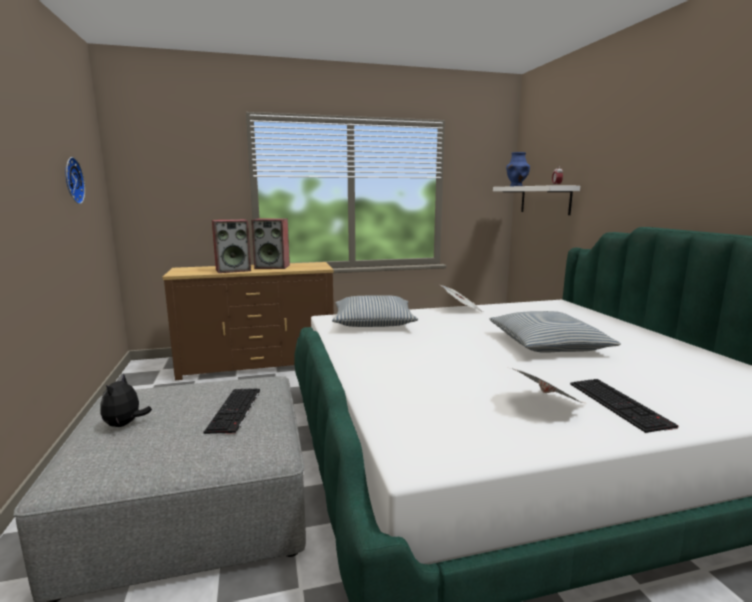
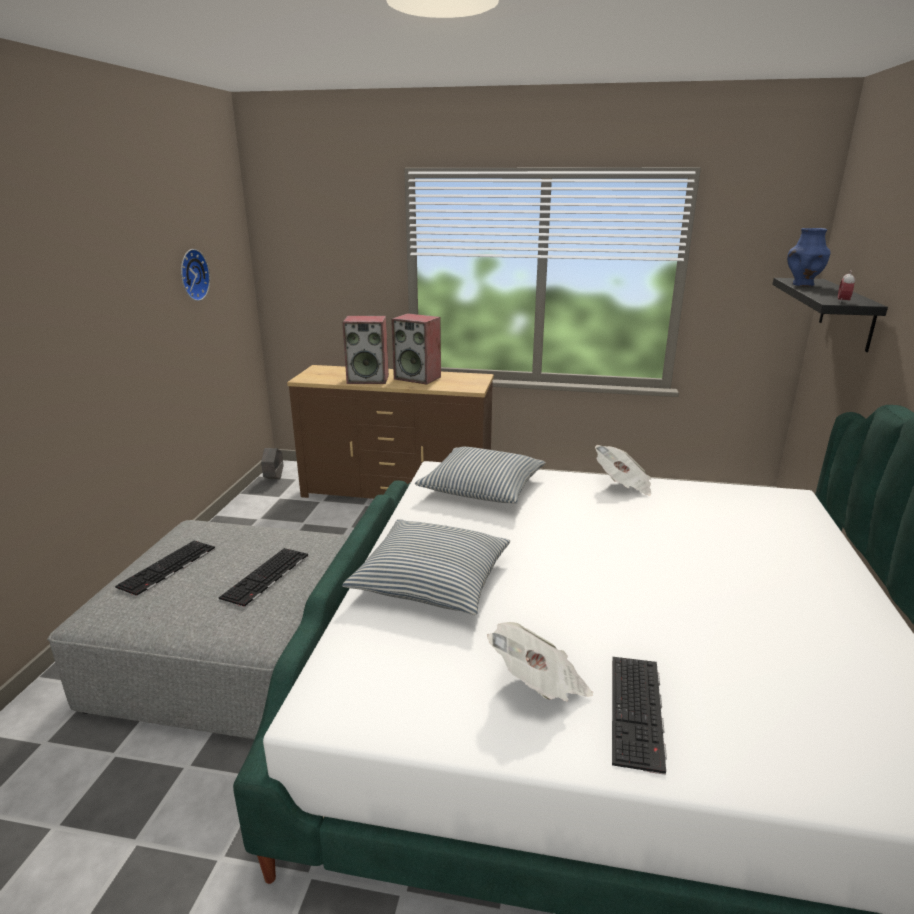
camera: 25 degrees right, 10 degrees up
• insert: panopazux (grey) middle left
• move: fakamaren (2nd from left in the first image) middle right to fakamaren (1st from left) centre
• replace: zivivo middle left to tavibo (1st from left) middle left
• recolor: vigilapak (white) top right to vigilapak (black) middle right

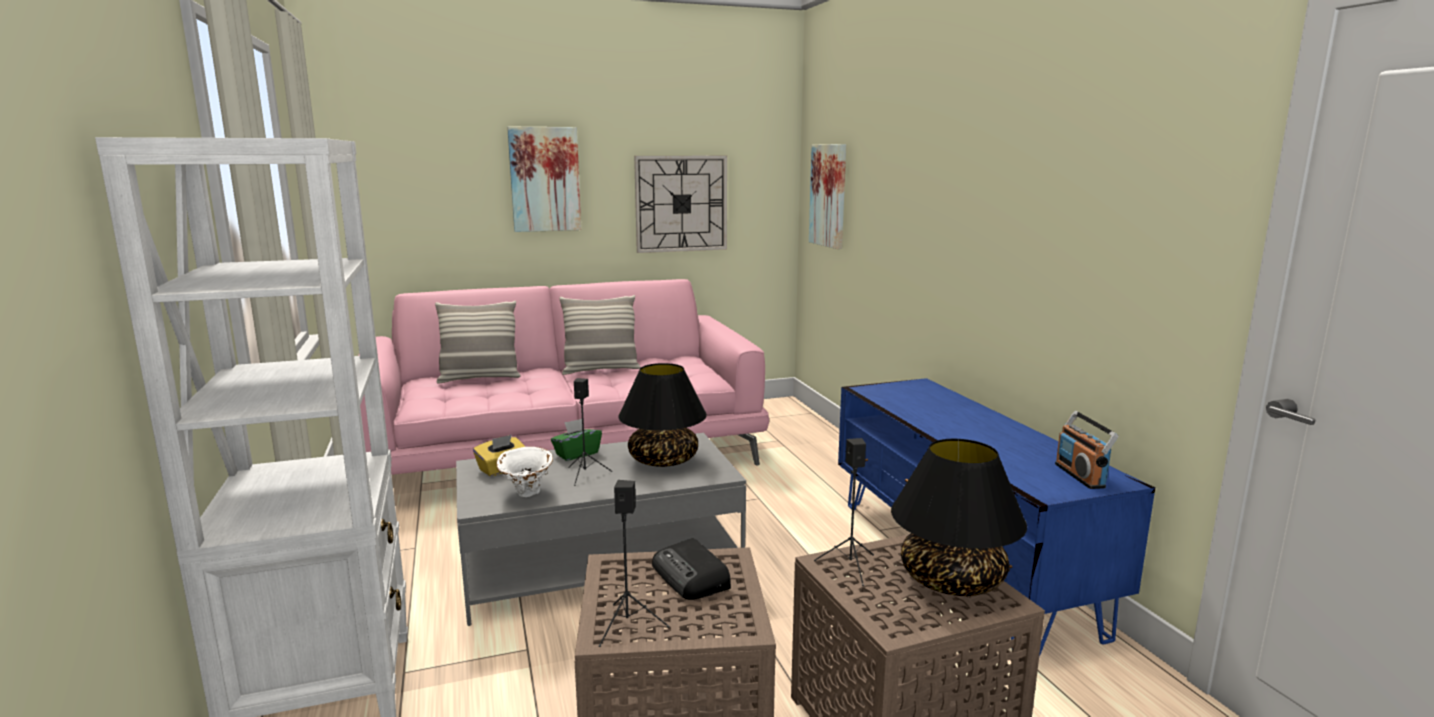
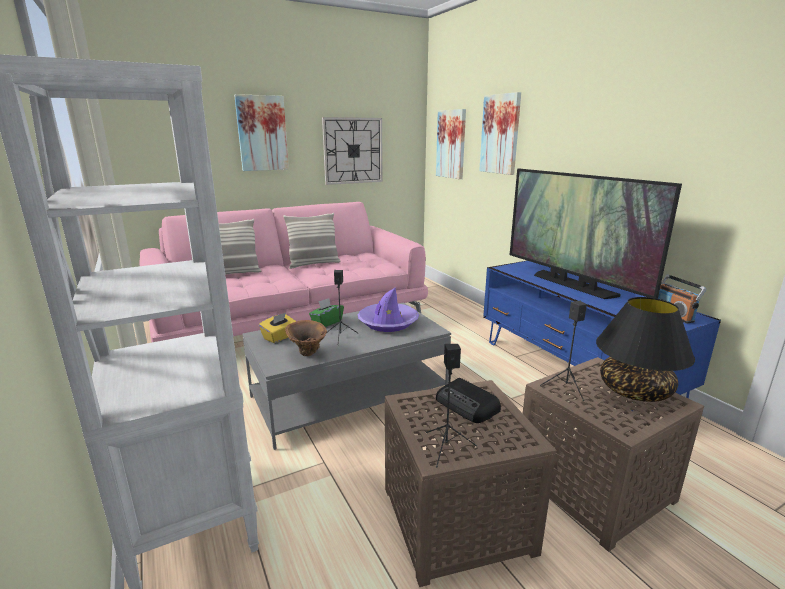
camera: 10 degrees left, 5 degrees up
• insert: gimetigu (3rd from left) top centre
• insert: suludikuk middle right
• replace: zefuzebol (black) (1st from left) centre to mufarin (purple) centre
• recolor: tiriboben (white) centre to tiriboben (brown) centre

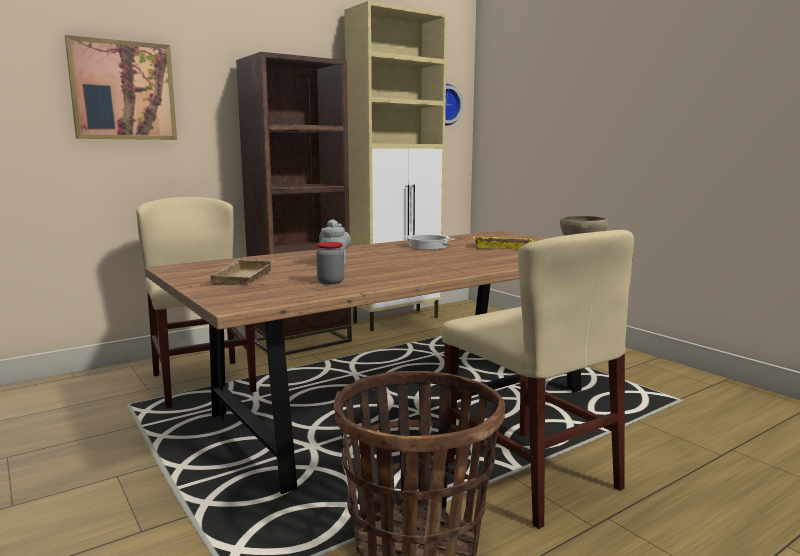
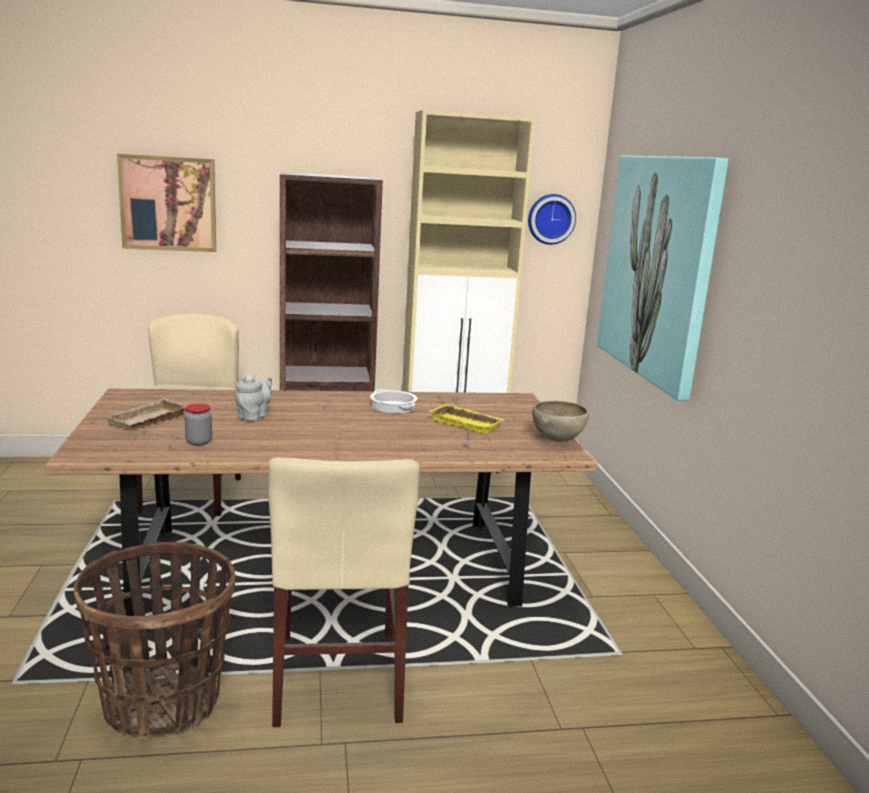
camera: 25 degrees right, 5 degrees up
• insert: gimetigu (2nd from left) middle right

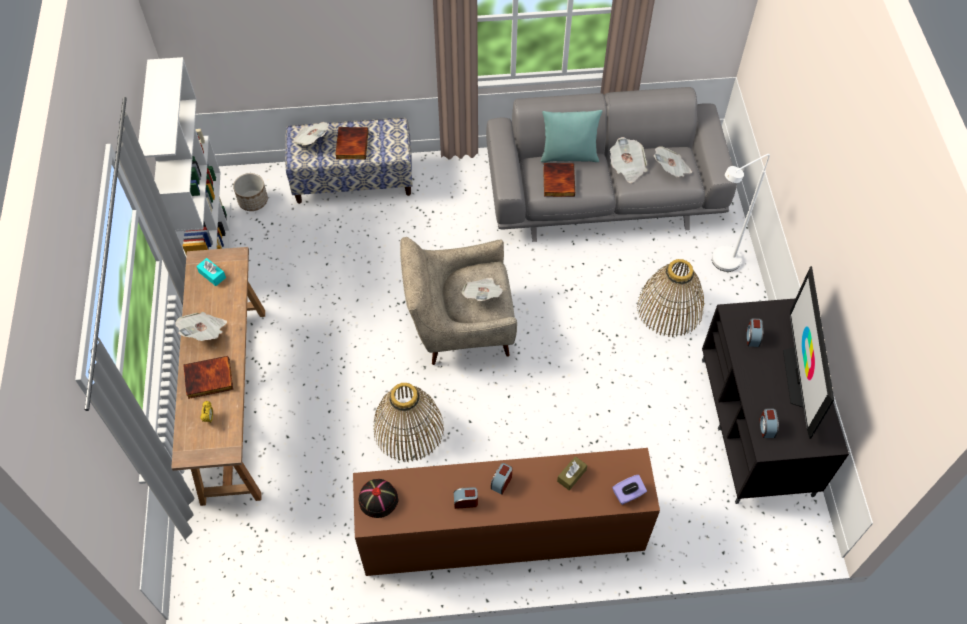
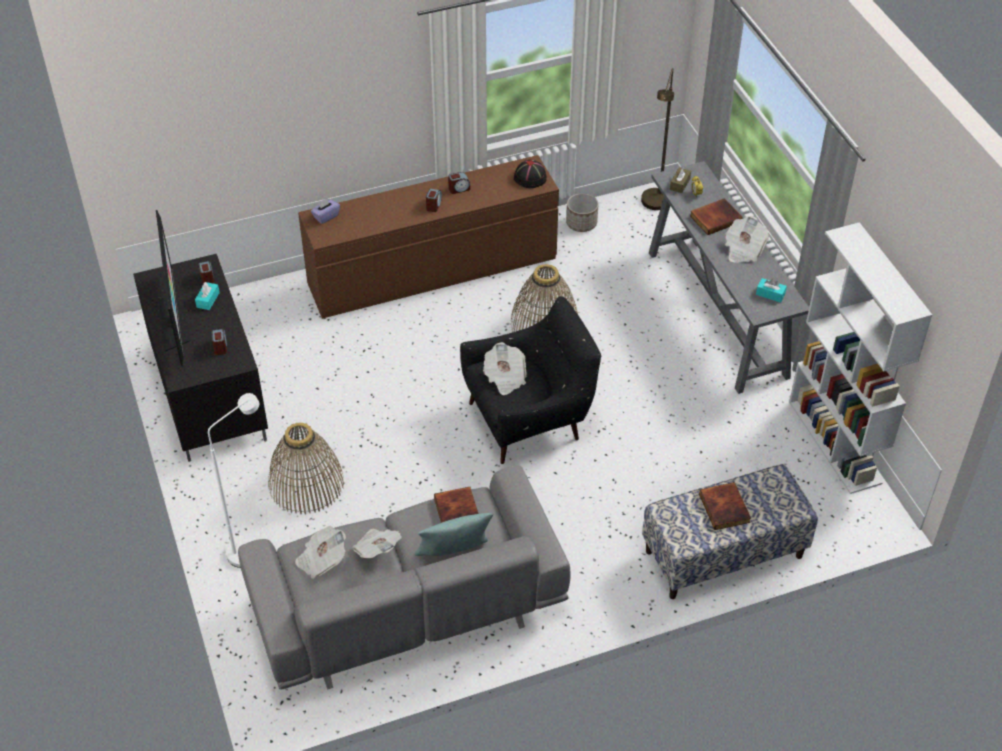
camera: 165 degrees right, 10 degrees down
• delete: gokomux (2nd from left) top left
• insert: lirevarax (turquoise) (1st from left) middle left
• insert: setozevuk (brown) top centre
• move: panopazux top left to top centre
• move: lirevarax (brown) bottom centre to top right
• recolor: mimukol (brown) middle left to mimukol (grey) middle right
• recolor: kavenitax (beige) centre to kavenitax (black) centre

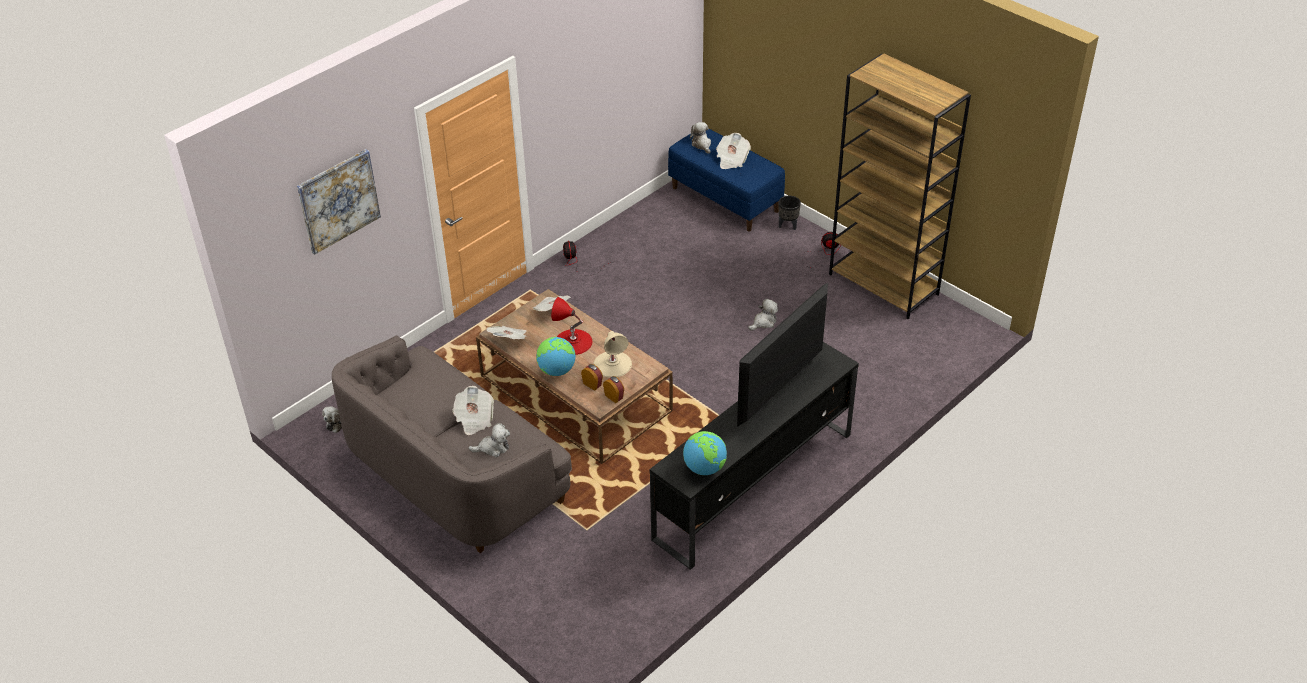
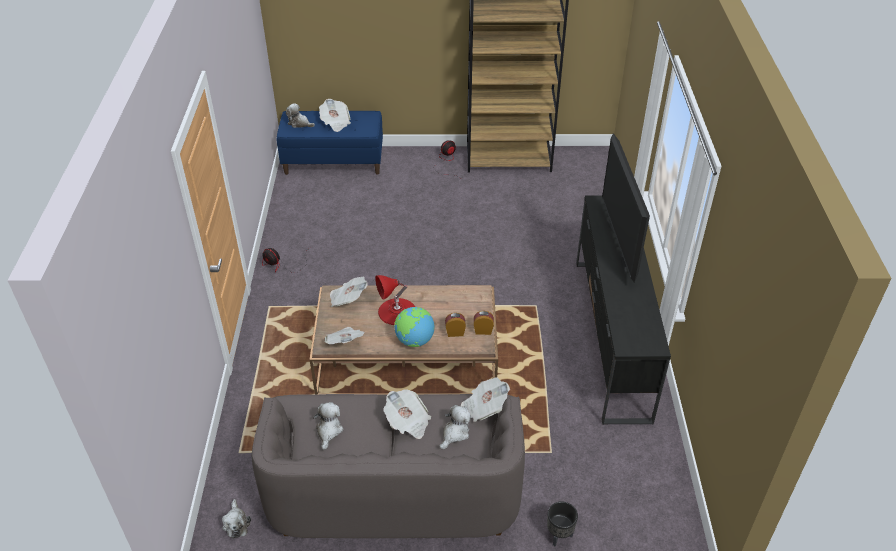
camera: 45 degrees left, 0 degrees up
• delete: gimetigu top left
• delete: zefuzebol (beige) centre
• delete: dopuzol (2nd from left) centre
• insert: gokomux (5th from left) bottom centre
• move: zivivo (4th from left in the first image) centre to zivivo (3rd from left) bottom centre
• move: panopazux (black) top centre to bottom centre

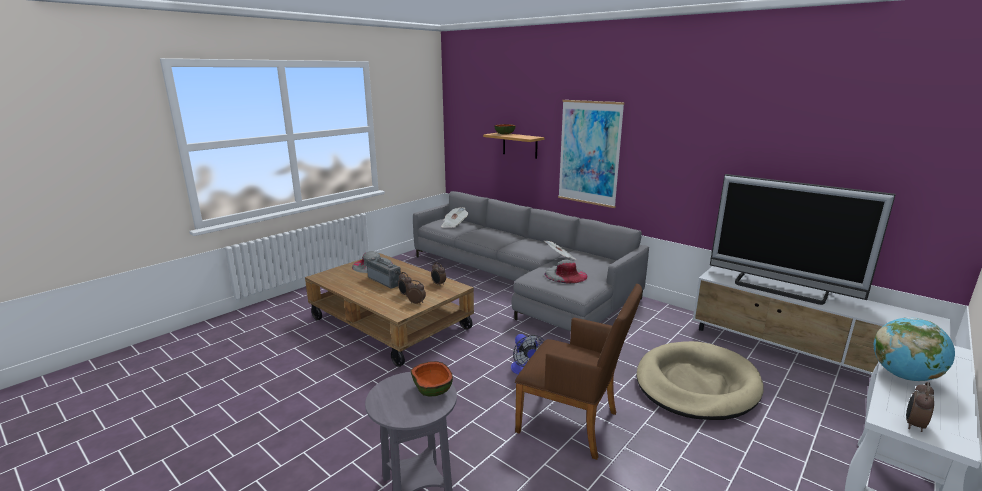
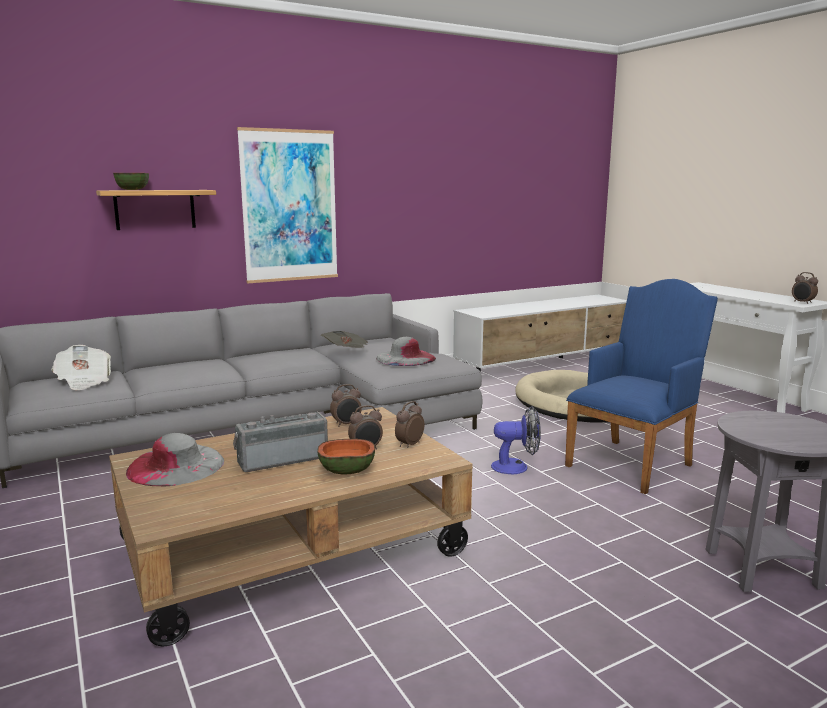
camera: 70 degrees left, 5 degrees down
• delete: suludikuk middle right
• delete: dopuzol bottom right
• move: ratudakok (1st from left in the first image) bottom centre to ratudakok (2nd from left) centre
• recolor: kavenitax (brown) bottom centre to kavenitax (blue) middle right

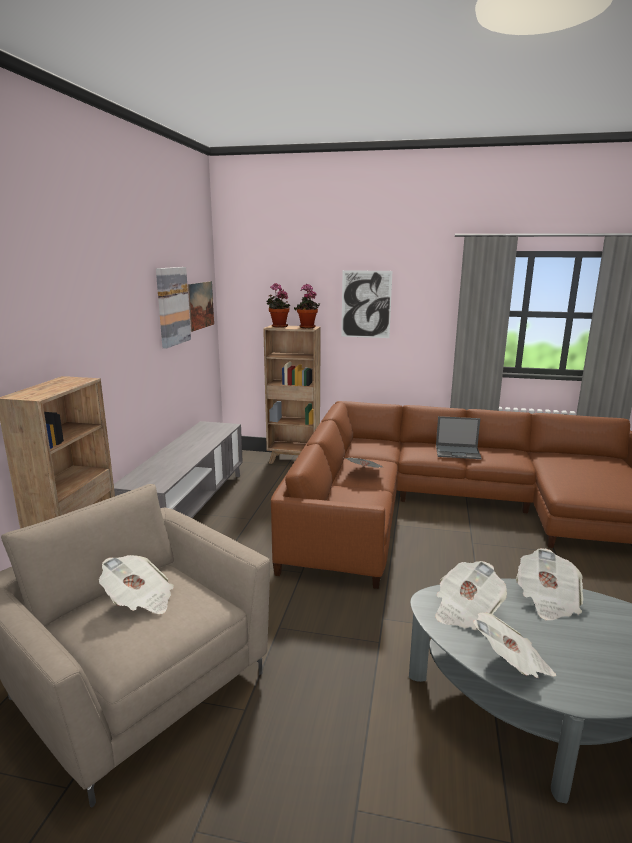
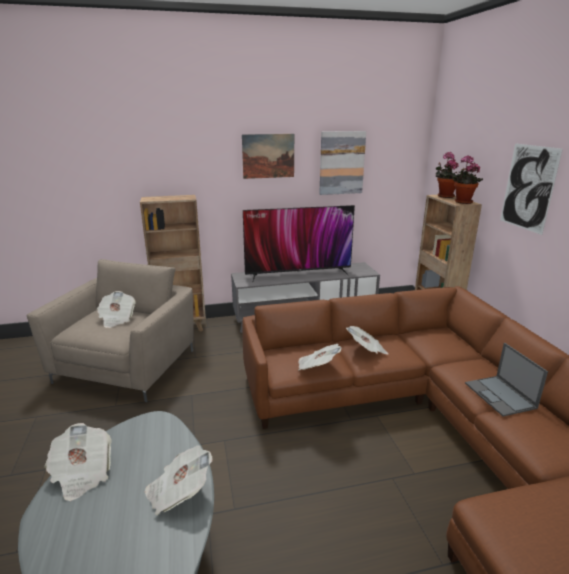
camera: 65 degrees right, 5 degrees up
• insert: suludikuk centre
• move: gimetigu (2nd from left in the first image) middle left to gimetigu (1st from left) top centre
• move: gokomux (3rd from left in the first image) bottom right to gokomux (4th from left) centre

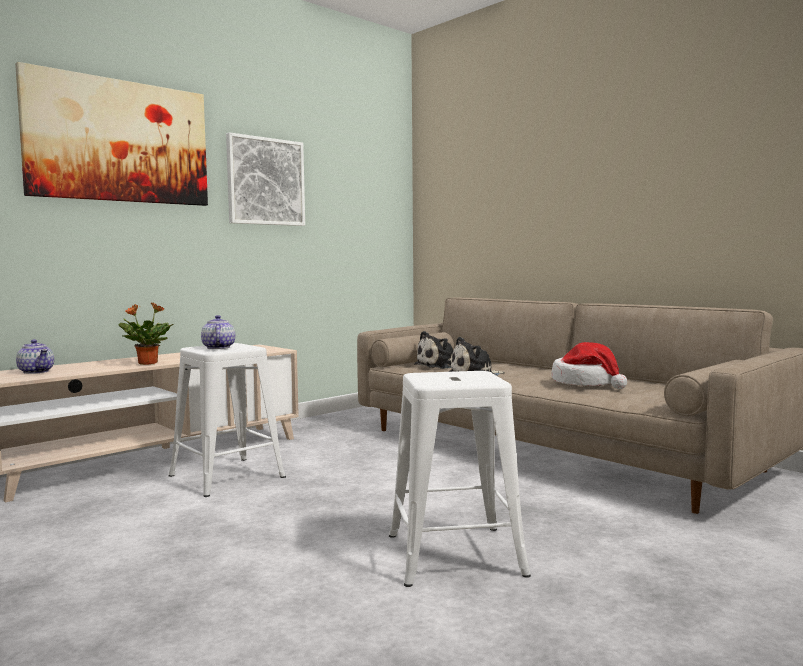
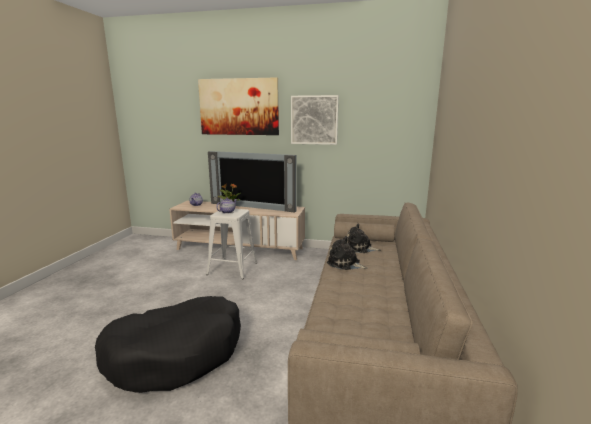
camera: 55 degrees right, 10 degrees up
• delete: mufarin middle right
• insert: suludikuk centre
• replace: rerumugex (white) (2nd from left) bottom centre to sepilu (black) bottom left

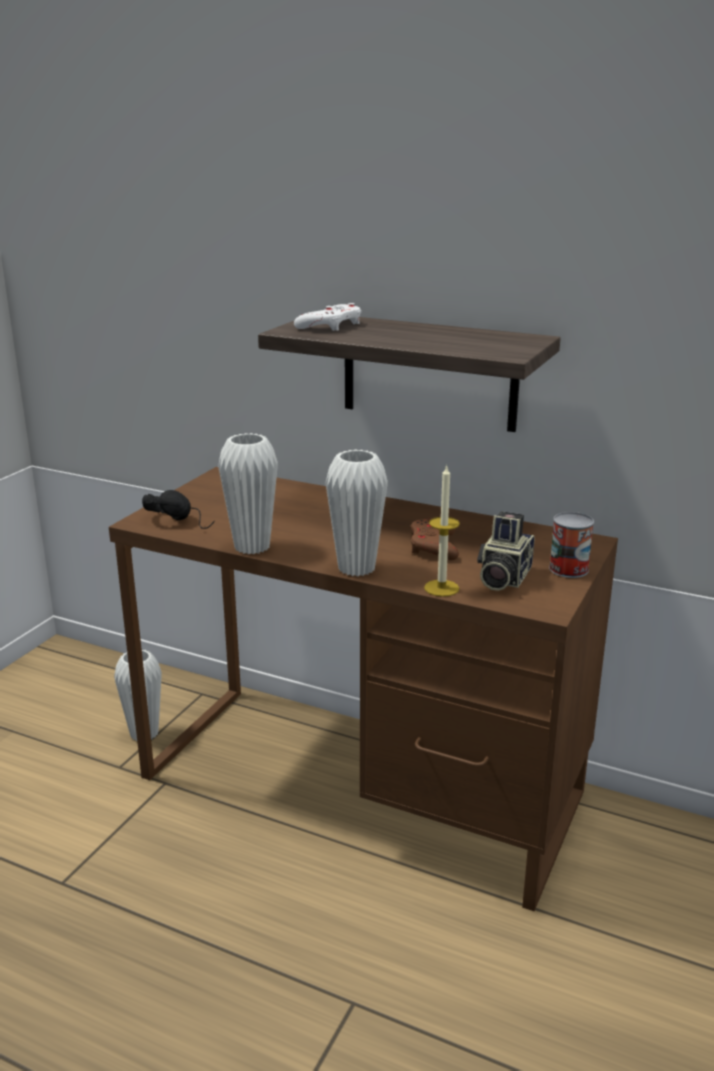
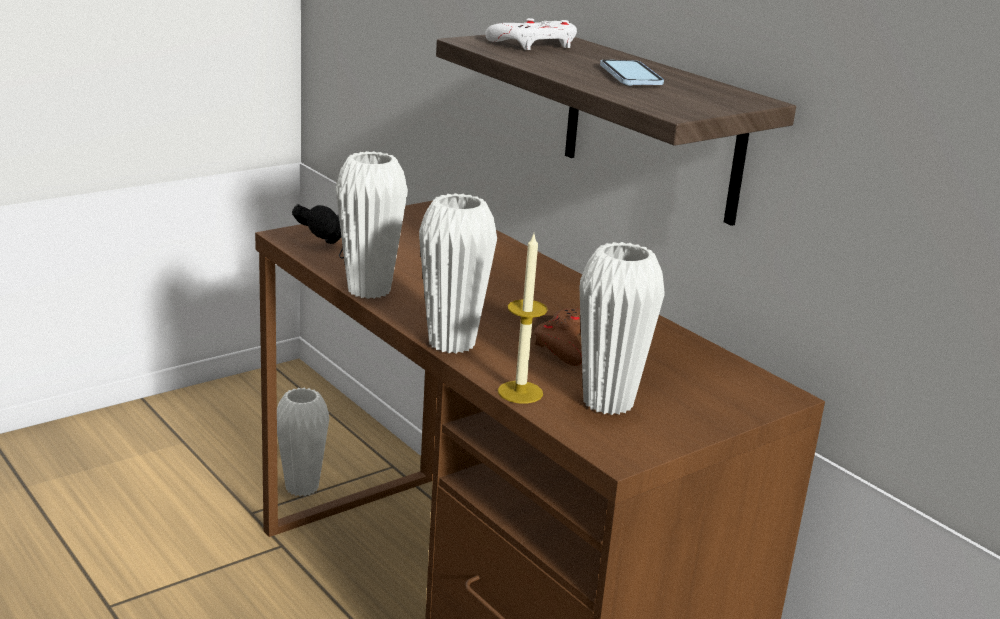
camera: 25 degrees right, 0 degrees up
• delete: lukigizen middle right
• insert: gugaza top centre
• replace: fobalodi middle right to tiriboben (white) (4th from left) centre

